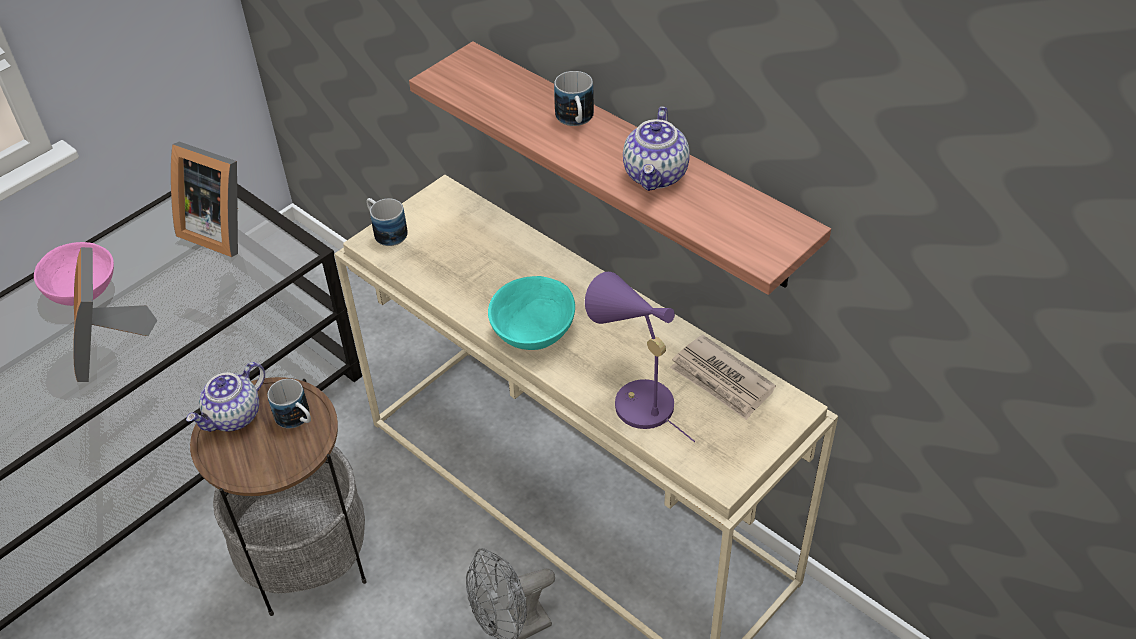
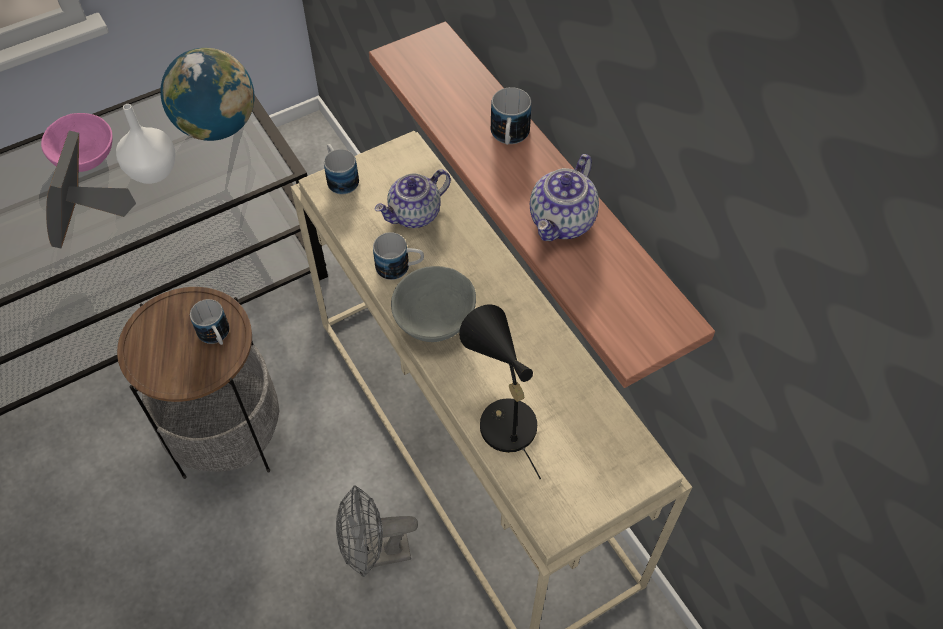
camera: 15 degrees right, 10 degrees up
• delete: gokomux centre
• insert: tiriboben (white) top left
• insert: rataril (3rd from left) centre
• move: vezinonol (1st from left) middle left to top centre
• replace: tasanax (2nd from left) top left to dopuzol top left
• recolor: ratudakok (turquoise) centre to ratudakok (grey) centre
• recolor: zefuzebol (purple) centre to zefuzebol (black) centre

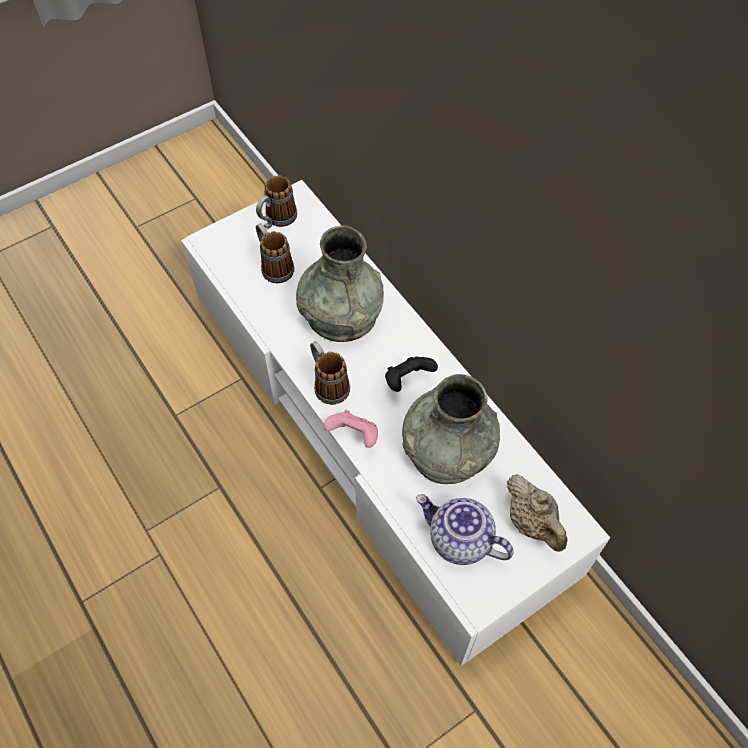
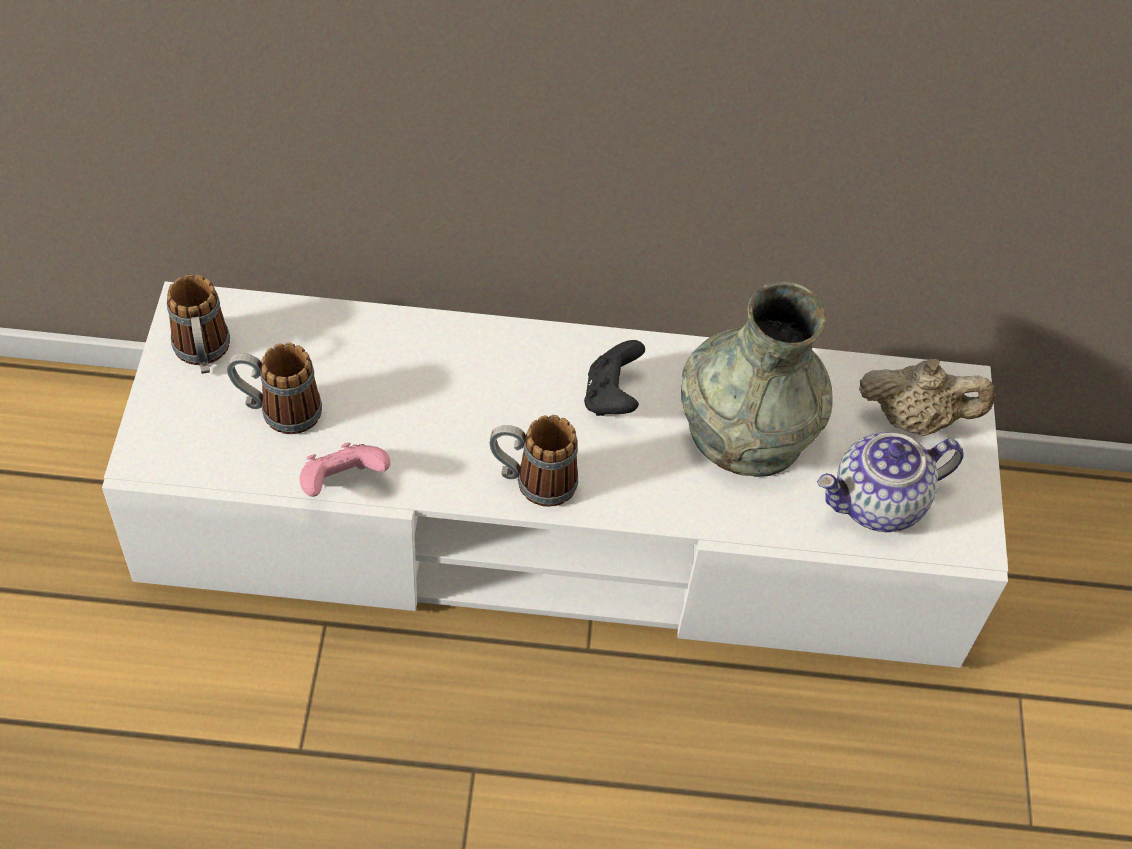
camera: 55 degrees left, 5 degrees down
• delete: tiriboben (grey) (1st from left) centre
• move: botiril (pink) centre to middle left

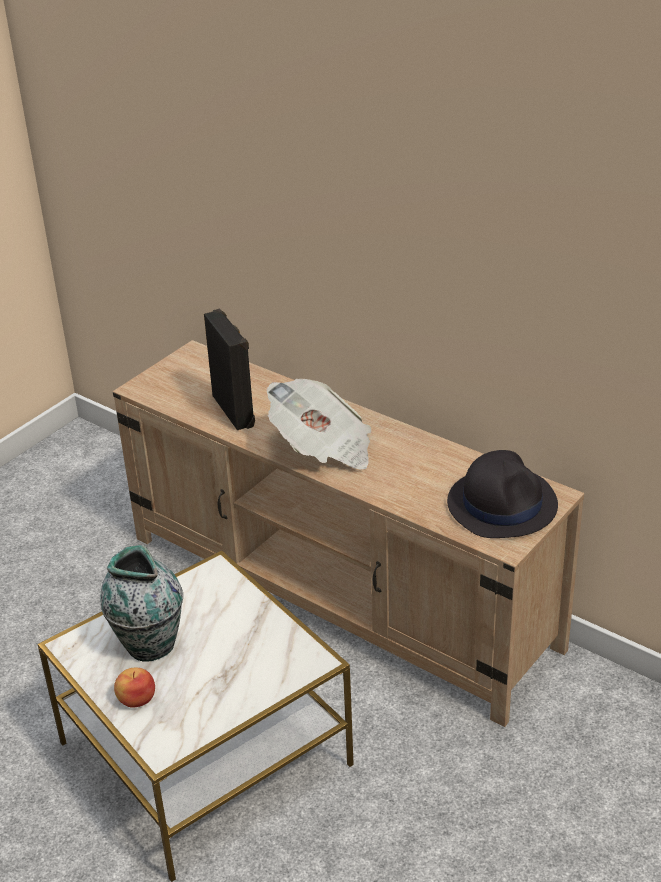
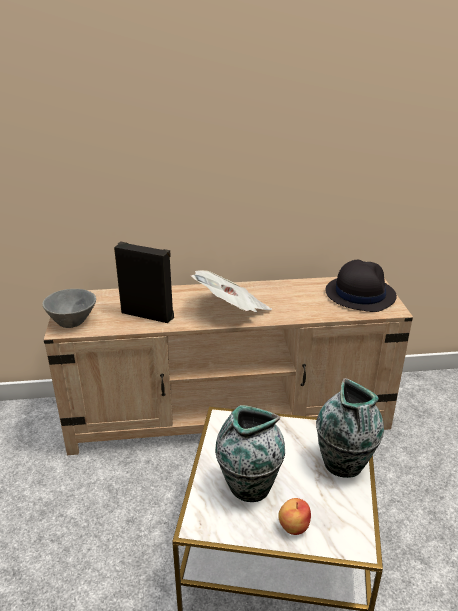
camera: 45 degrees left, 5 degrees down
• insert: ratudakok (grey) middle left
• insert: tiriboben (2nd from left) bottom right

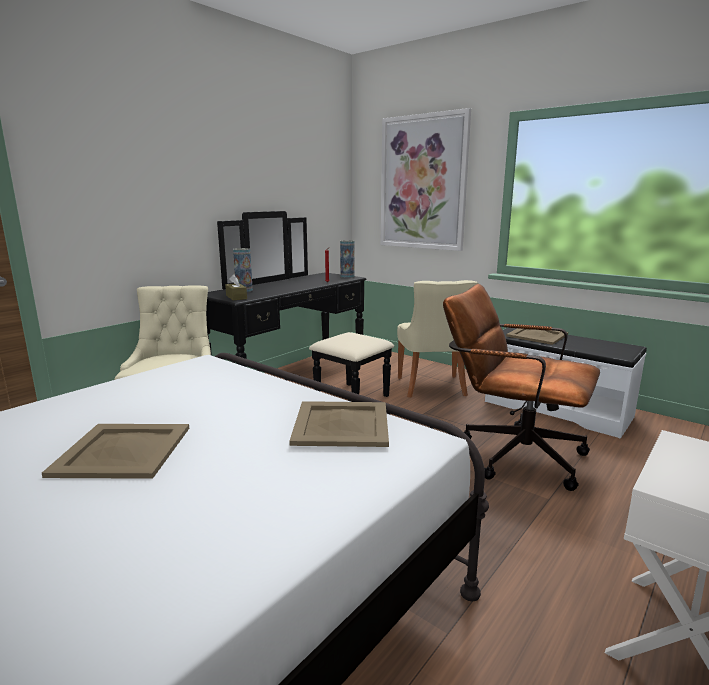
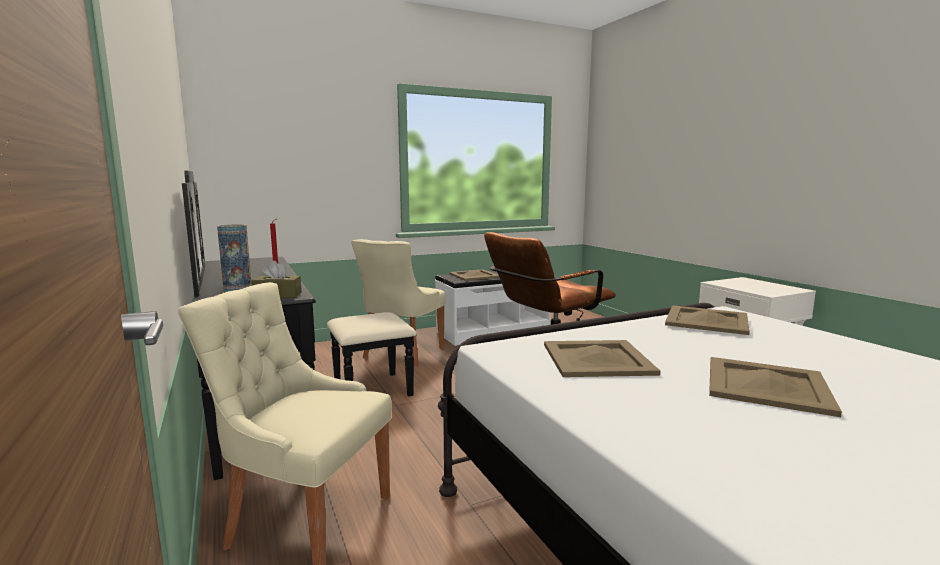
camera: 65 degrees left, 5 degrees down
• delete: tiriboben (2nd from left) centre
• delete: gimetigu top centre
• insert: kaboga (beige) (2nd from left) centre
• rotate: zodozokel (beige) (2nd from left) centre = centre 90 degrees clockwise

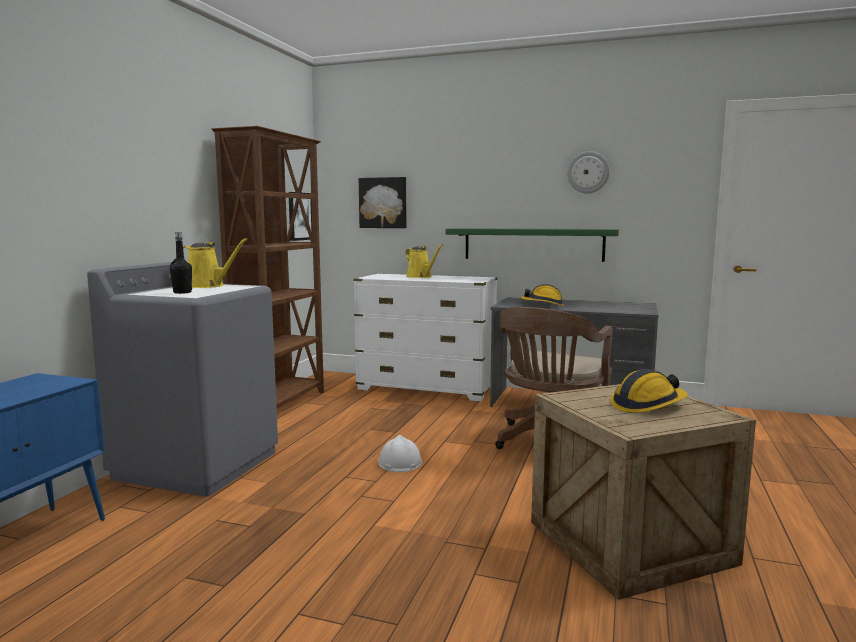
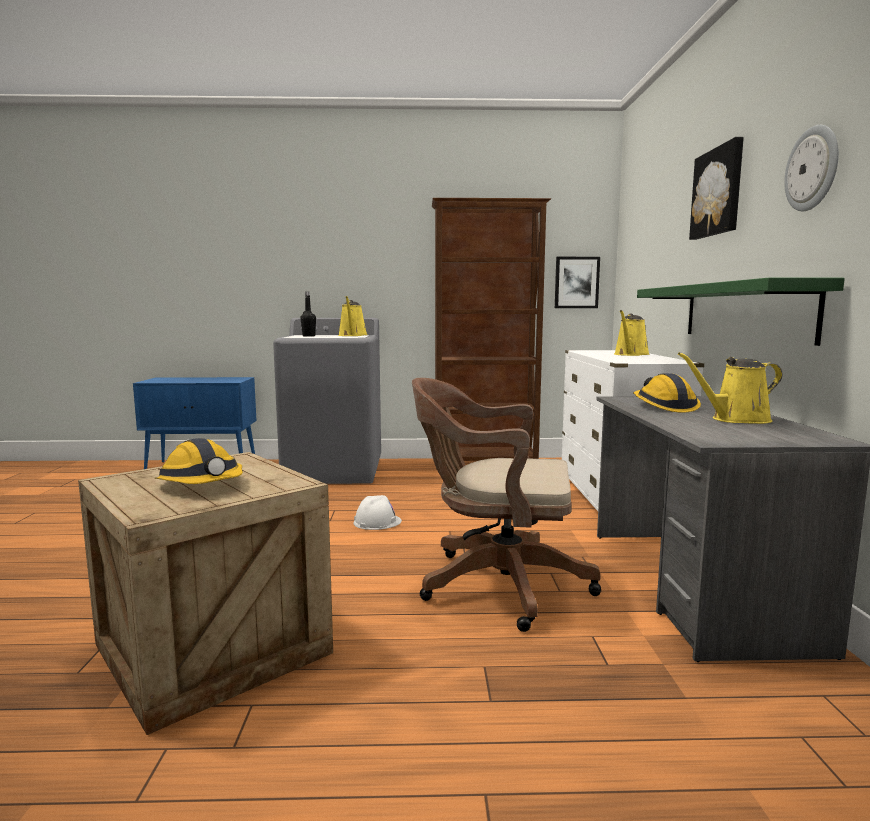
camera: 70 degrees right, 0 degrees up
• insert: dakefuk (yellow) (3rd from left) middle right
• move: gimetigu (2nd from left) top centre to top right

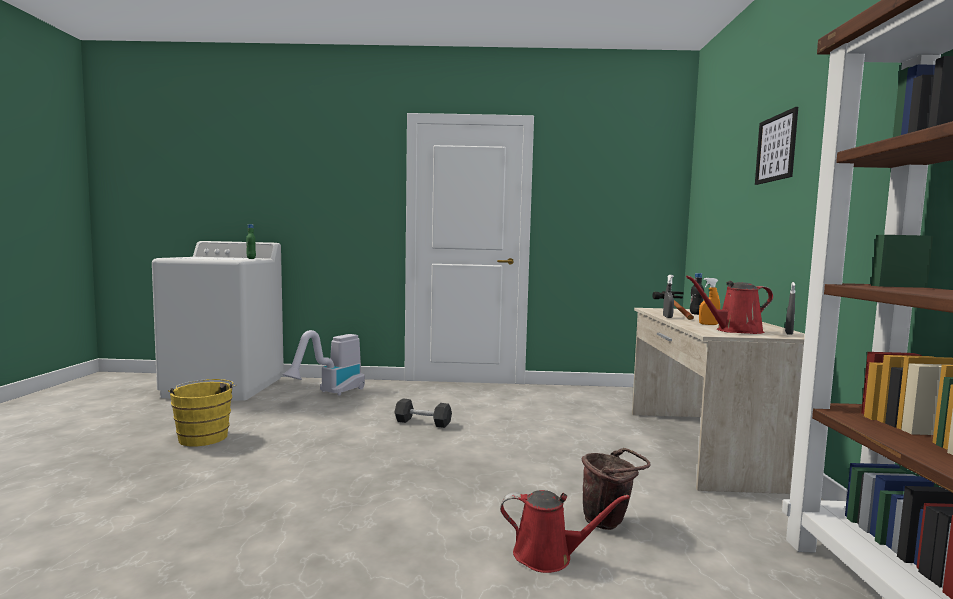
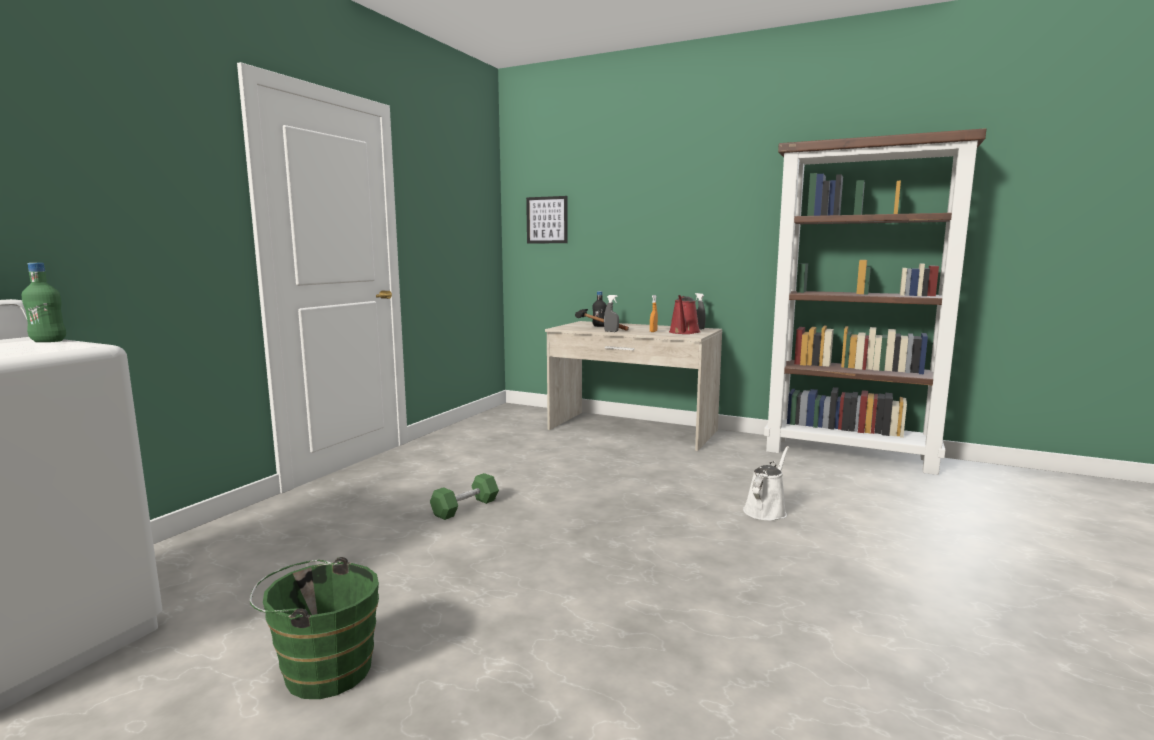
camera: 65 degrees left, 5 degrees up
• delete: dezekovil centre
• delete: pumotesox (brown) bottom centre
• move: gimetigu top right to top centre
• recolor: pumotesox (yellow) bottom left to pumotesox (green) bottom left
• recolor: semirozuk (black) bottom centre to semirozuk (green) bottom centre
• recolor: dakefuk (red) (1st from left) bottom centre to dakefuk (white) centre

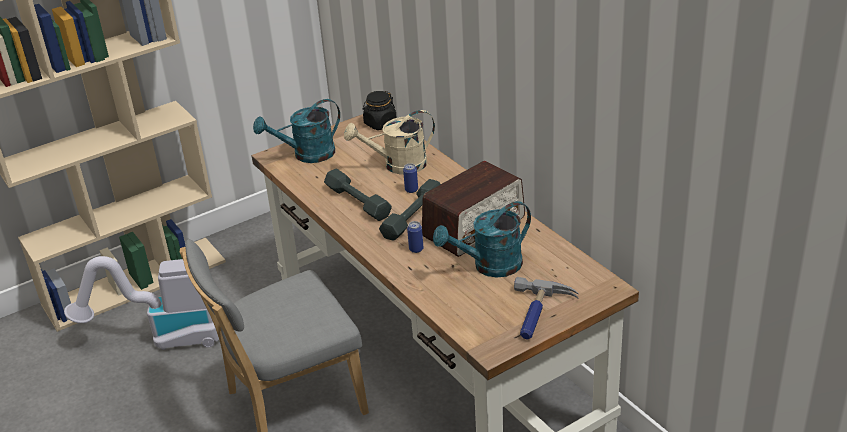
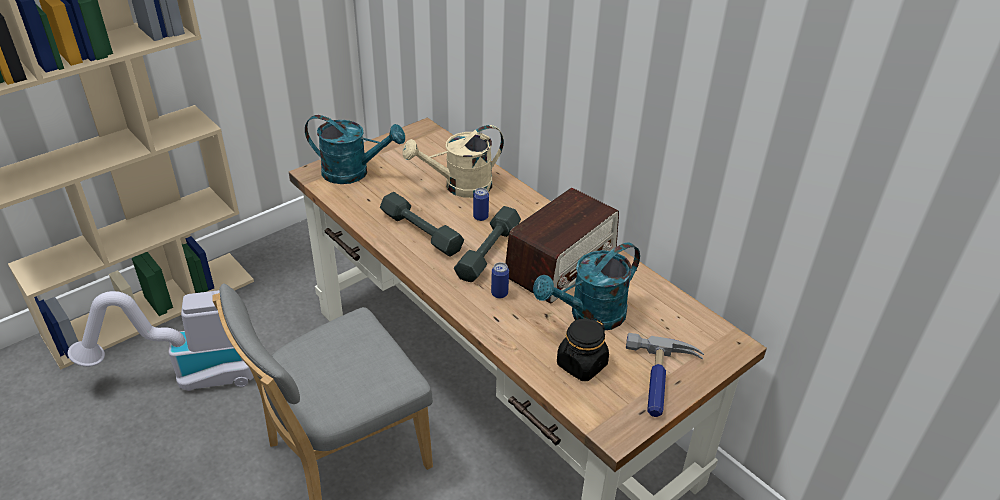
camera: 10 degrees left, 5 degrees up
• move: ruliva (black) top centre to bottom centre
• rotate: dakefuk (turquoise) (1st from left) top centre = top centre 135 degrees counterclockwise

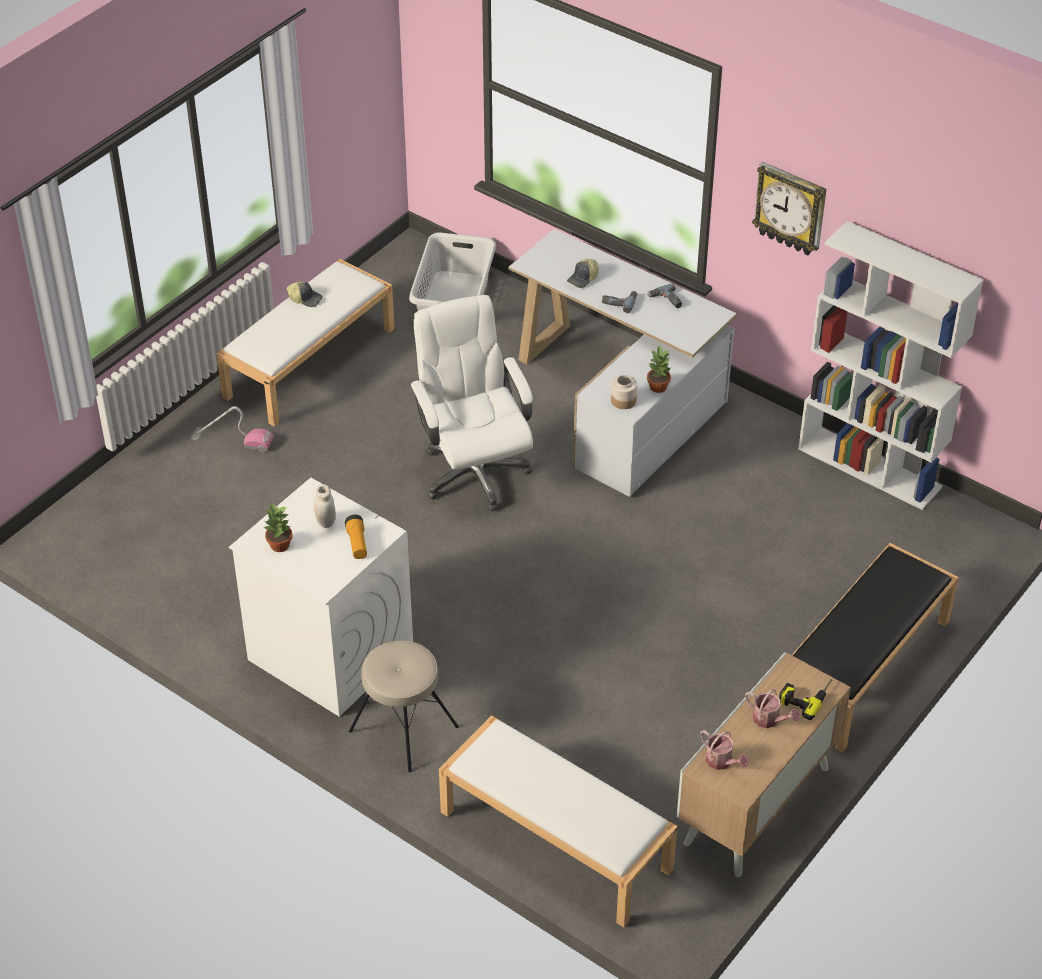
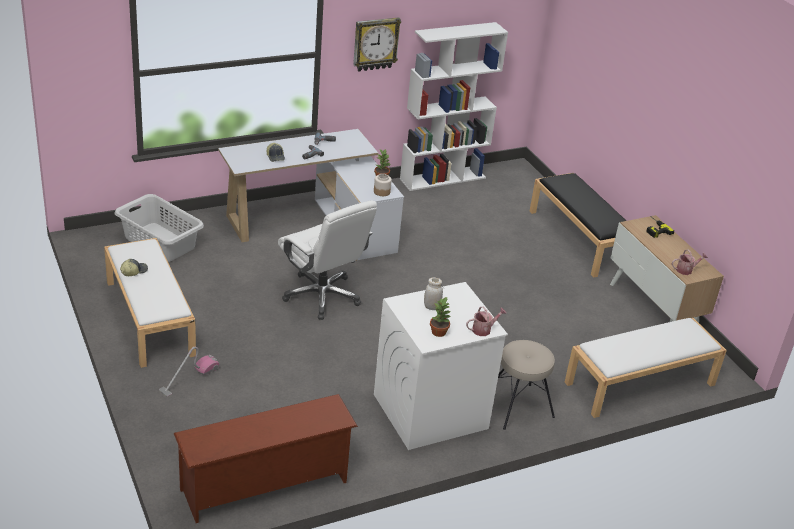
camera: 65 degrees left, 10 degrees down
• delete: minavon centre
• insert: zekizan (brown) bottom centre
• move: dakefuk (2nd from left in the first image) bottom right to dakefuk (1st from left) centre
• rotate: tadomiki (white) centre = centre 135 degrees counterclockwise

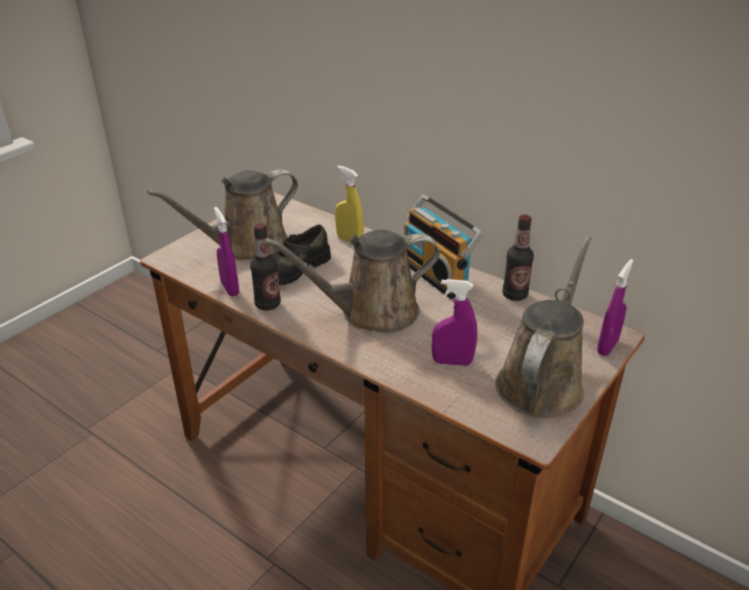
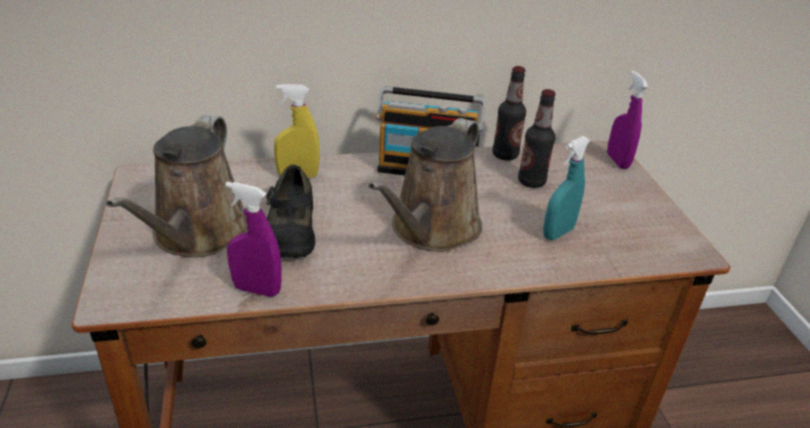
camera: 50 degrees left, 0 degrees up
• delete: dakefuk (brown) (3rd from left) middle right
• move: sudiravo (1st from left in the first image) centre to sudiravo (2nd from left) top centre
• recolor: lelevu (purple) (2nd from left) centre to lelevu (turquoise) middle right

